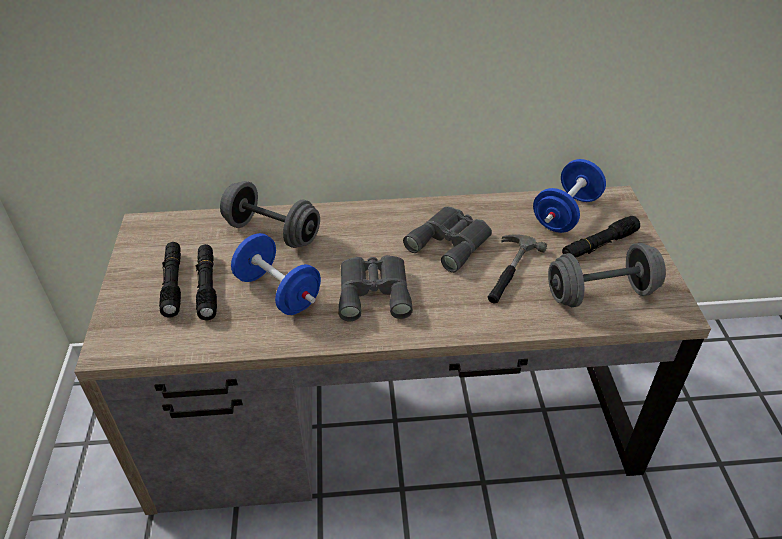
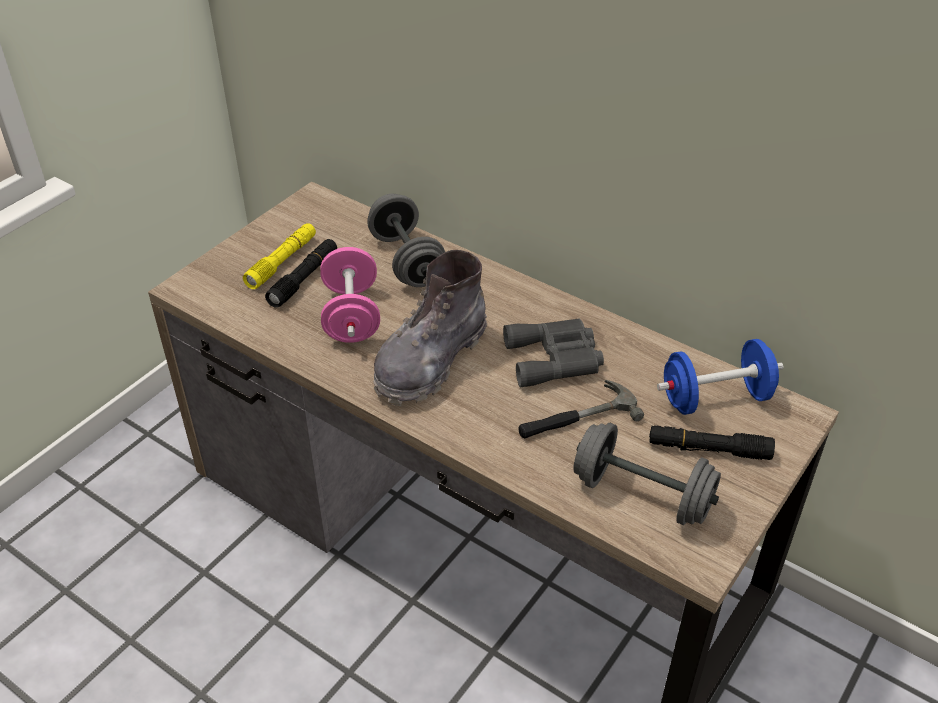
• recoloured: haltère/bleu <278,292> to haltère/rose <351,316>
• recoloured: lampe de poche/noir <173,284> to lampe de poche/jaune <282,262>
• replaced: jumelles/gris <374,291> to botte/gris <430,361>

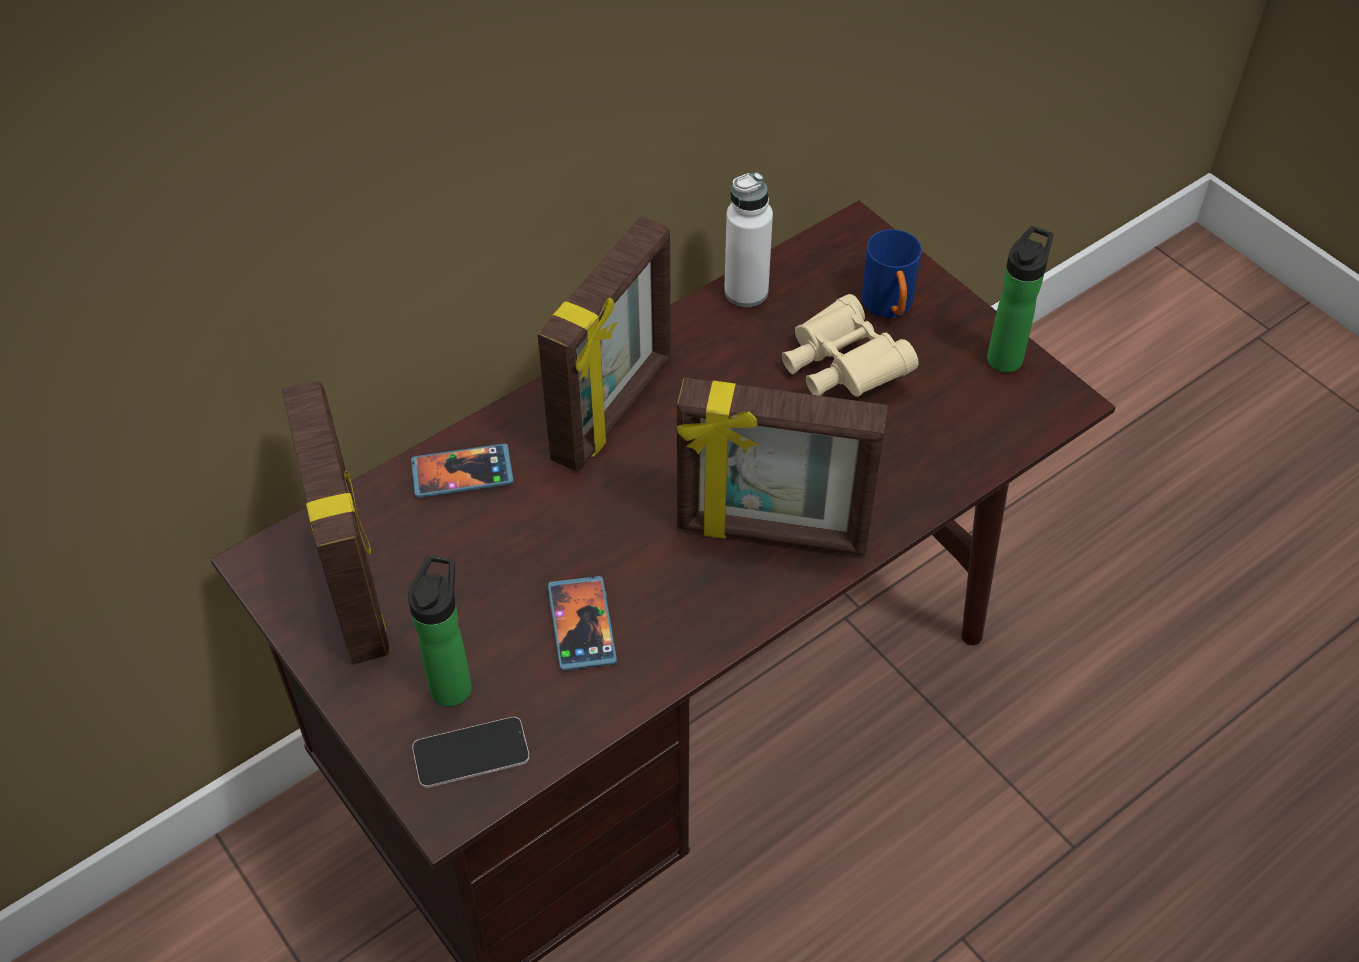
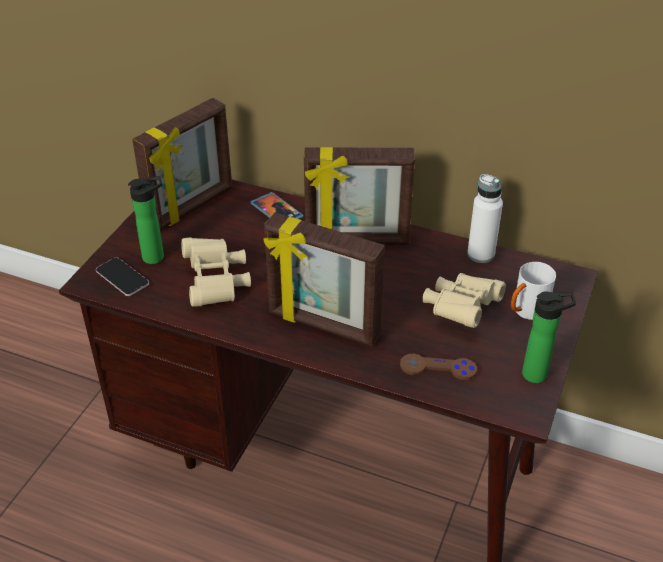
• recoloured: mug/bleu <889,308> to mug/blanc <525,312>
• turned: cadre photo <772,533> = <323,325> 45 degrees counterclockwise
• replaced: téléphone <582,625> to jumelles/beige <216,282>
• added: manette/marron <438,368>

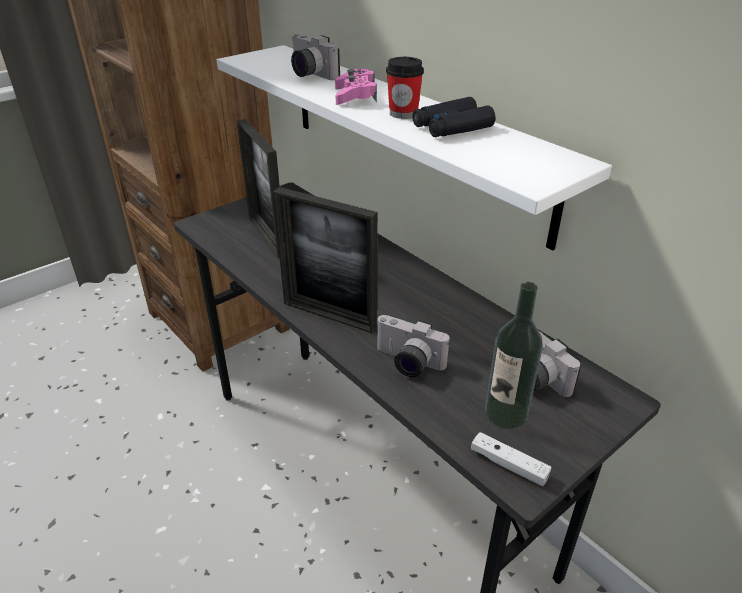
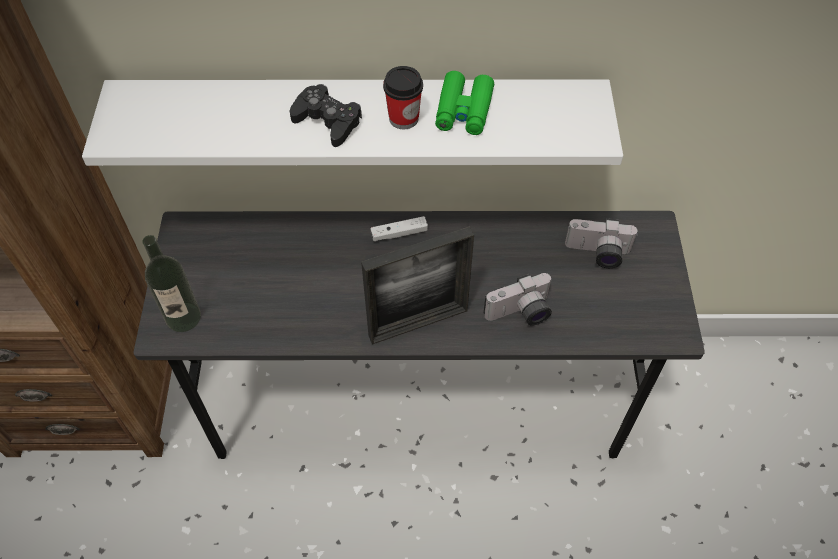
• removed: appareil photo <308,74>
• recoloured: manette/rose <355,96> to manette/noir <327,121>
• recoloured: jumelles/noir <451,127> to jumelles/vert <463,111>
• removed: cadre photo <266,236>
• moved: bouteille <506,413> to <183,317>
• moved: manette/blanc <508,465> to <399,233>

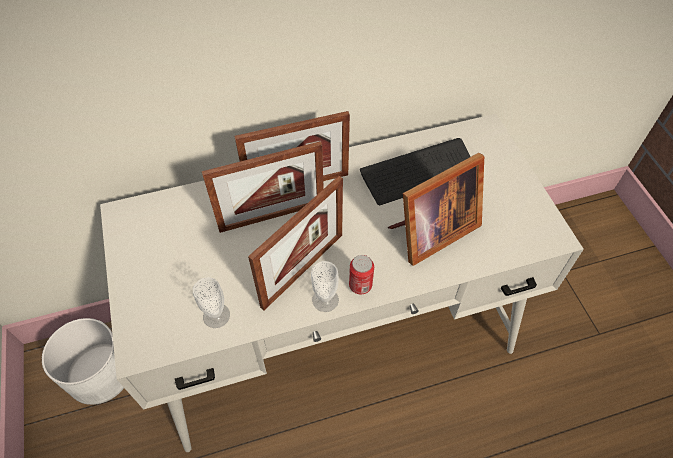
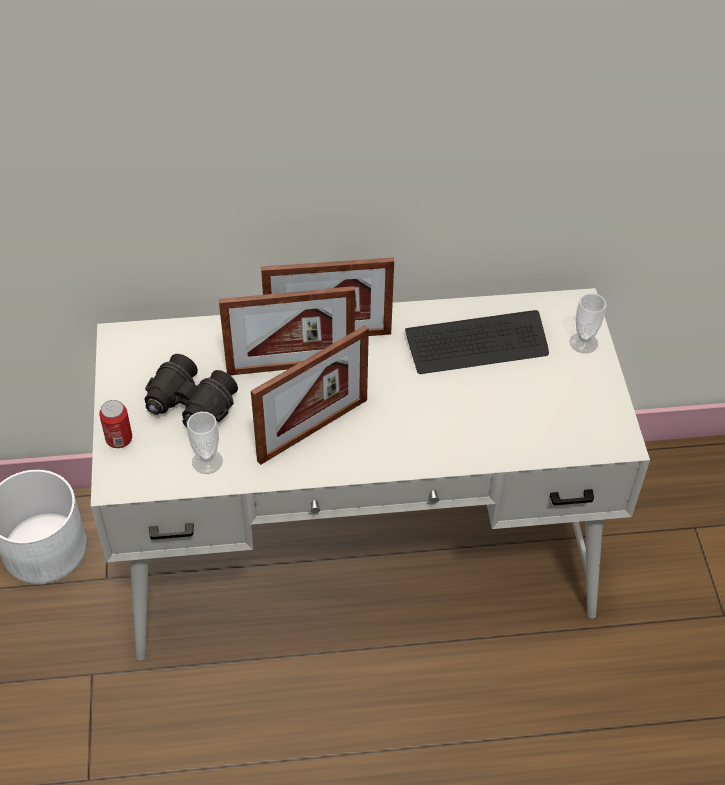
• removed: cadre photo <430,232>
• moved: boîte métallique <360,285> to <119,439>
• moved: tasse <325,300> to <583,343>
• added: jumelles/noir <190,405>

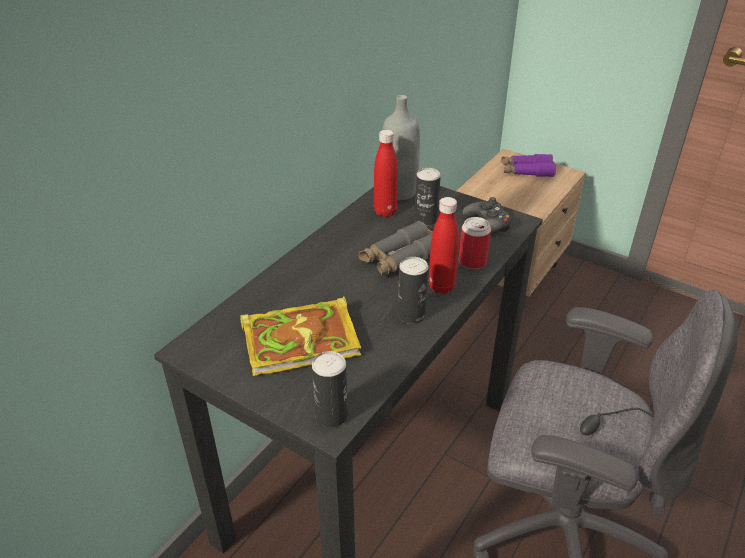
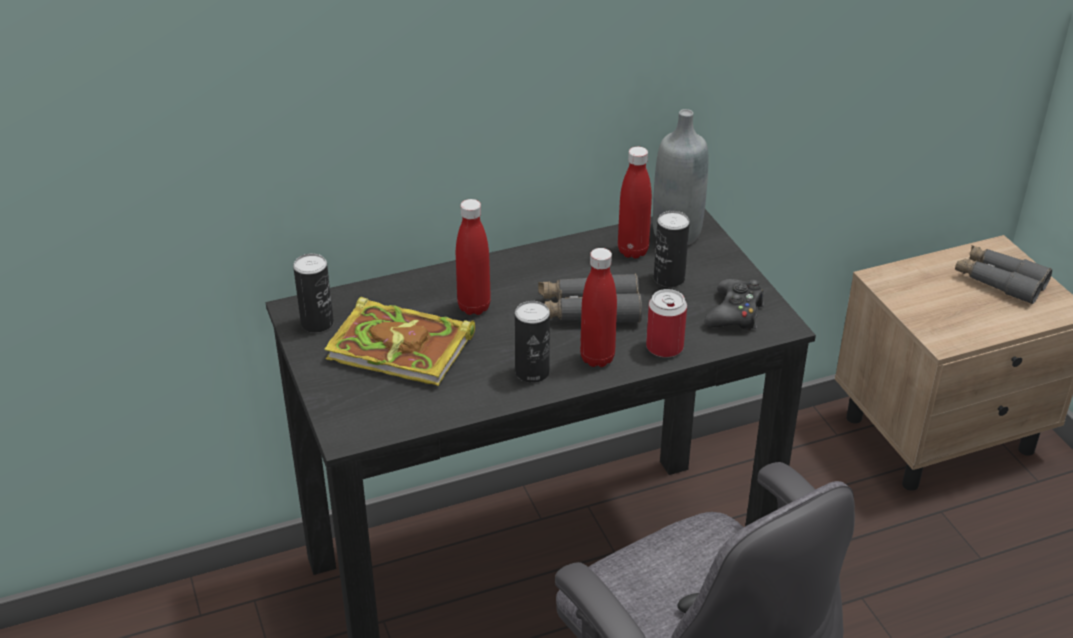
• recoloured: jumelles/violet <526,171> to jumelles/gris <999,281>
• moved: boîte métallique <331,415> to <317,323>
• added: bouteille/rouge <474,307>

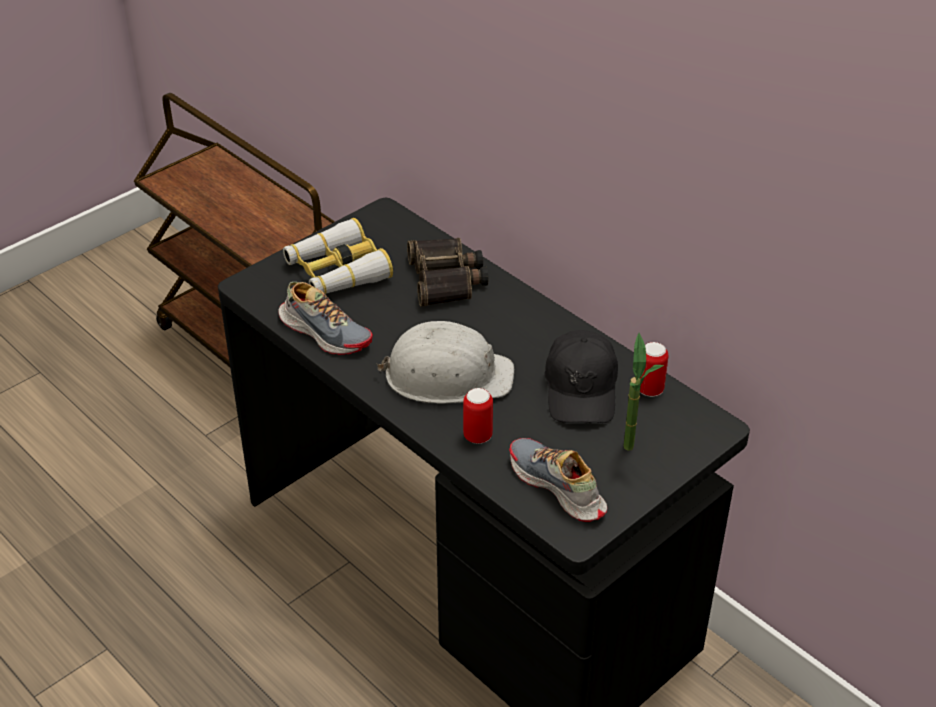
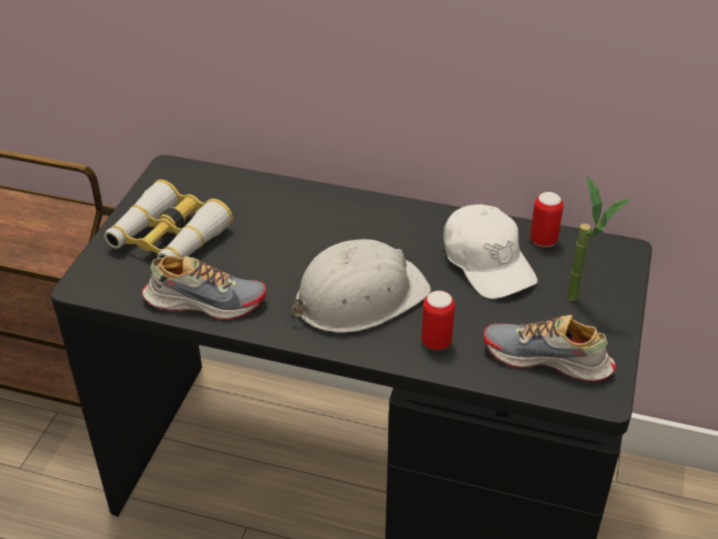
• removed: jumelles <447,279>
• recoloured: casquette/noir <581,389> to casquette/blanc <487,262>

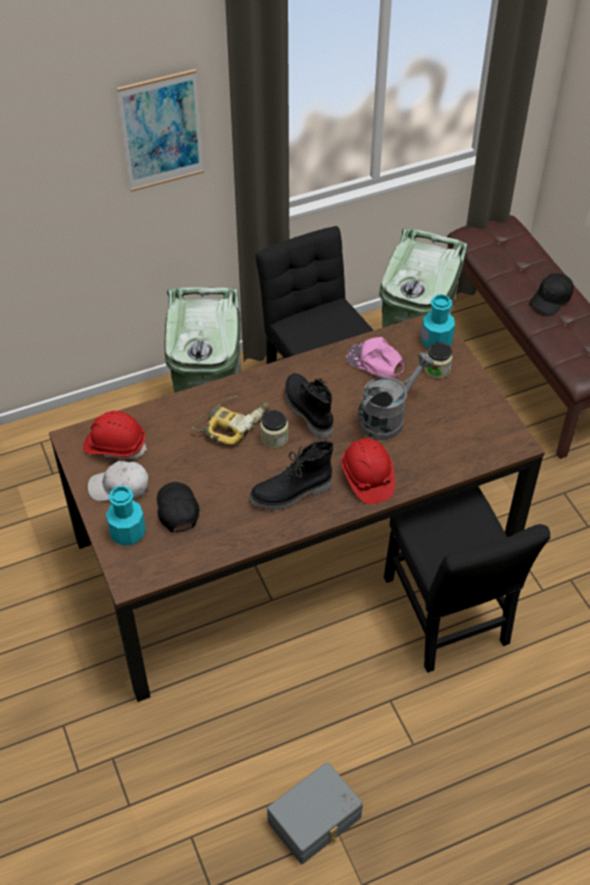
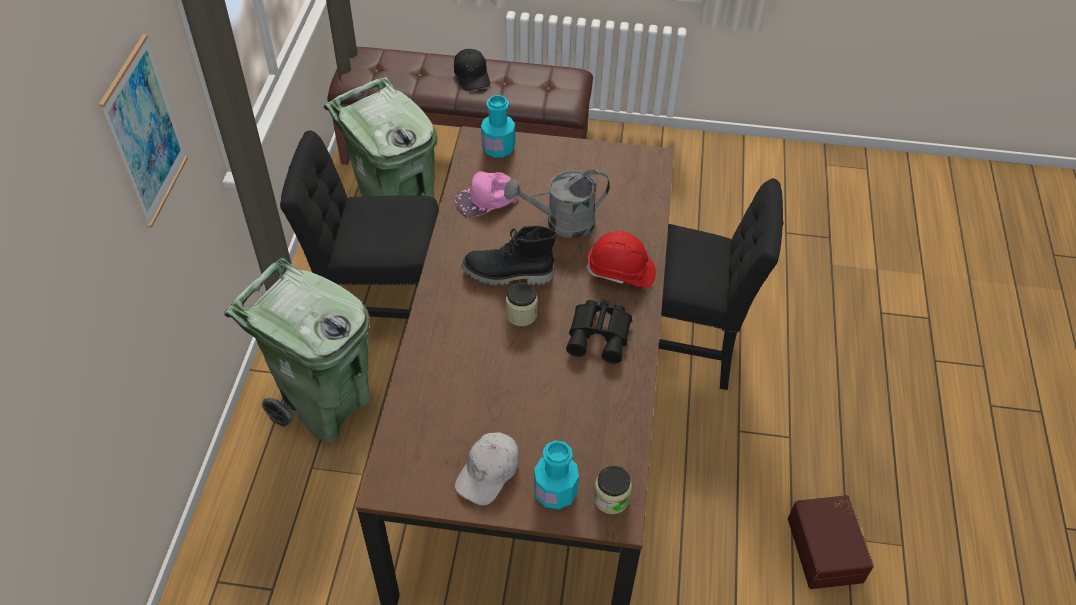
• moved: bocal <437,369> to <611,498>
• turned: arrosoir/gris <388,418> = <561,223> 90 degrees counterclockwise
• removed: perceuse <232,423>
• removed: casque de chantier/rouge <115,445>
• replaced: botte/noir <291,494> to jumelles/noir <600,335>
• removed: casquette/noir <177,510>
• recoloured: boîte de rangement/gris <316,821> to boîte de rangement/marron <827,549>

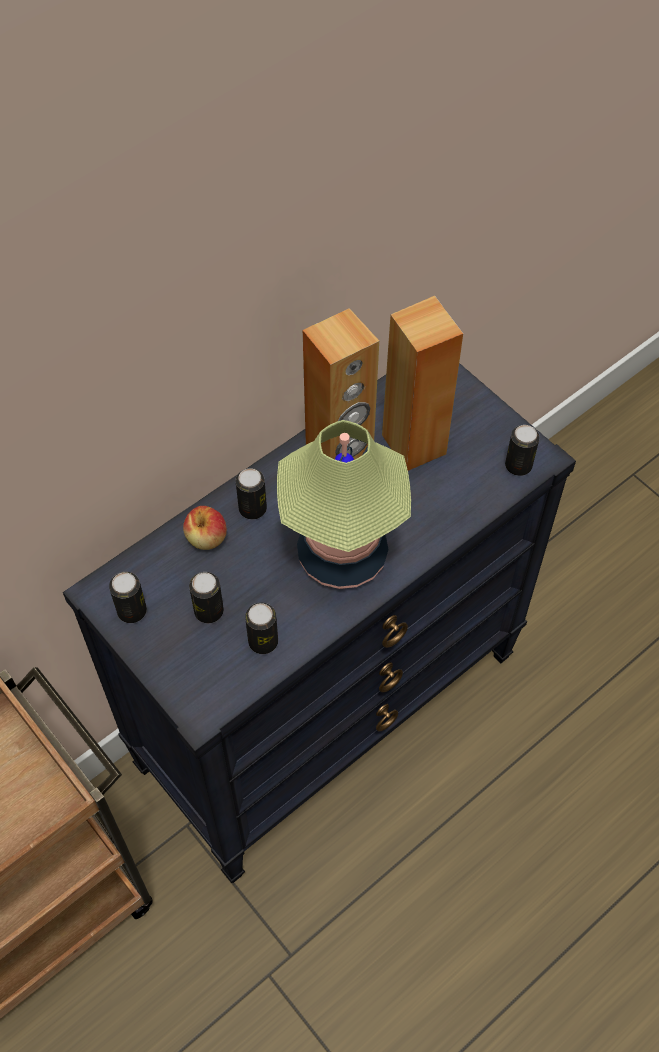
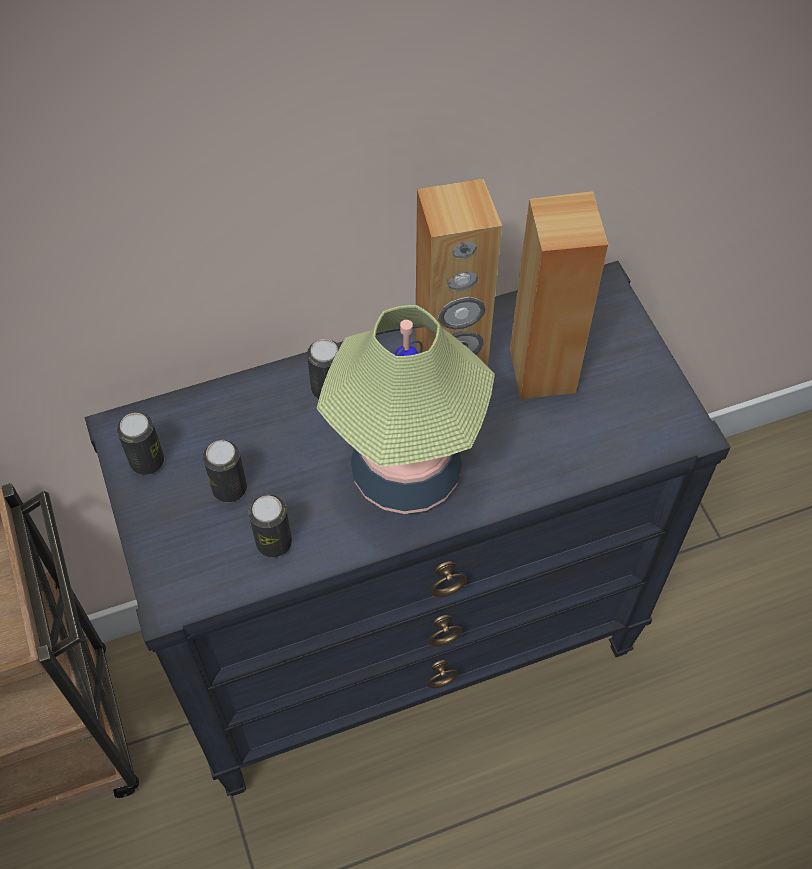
• removed: boîte métallique <518,465>
• removed: pomme <206,538>

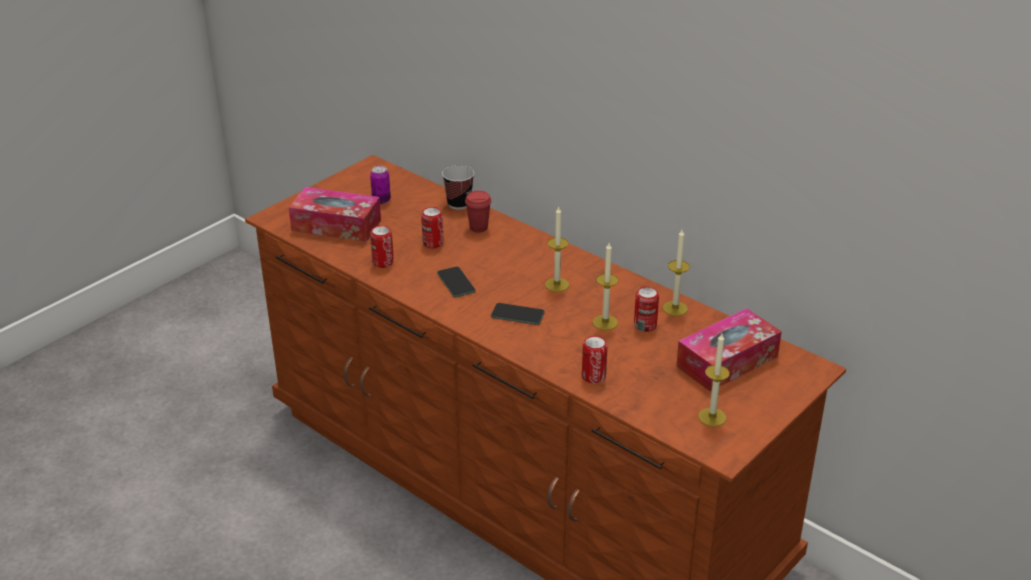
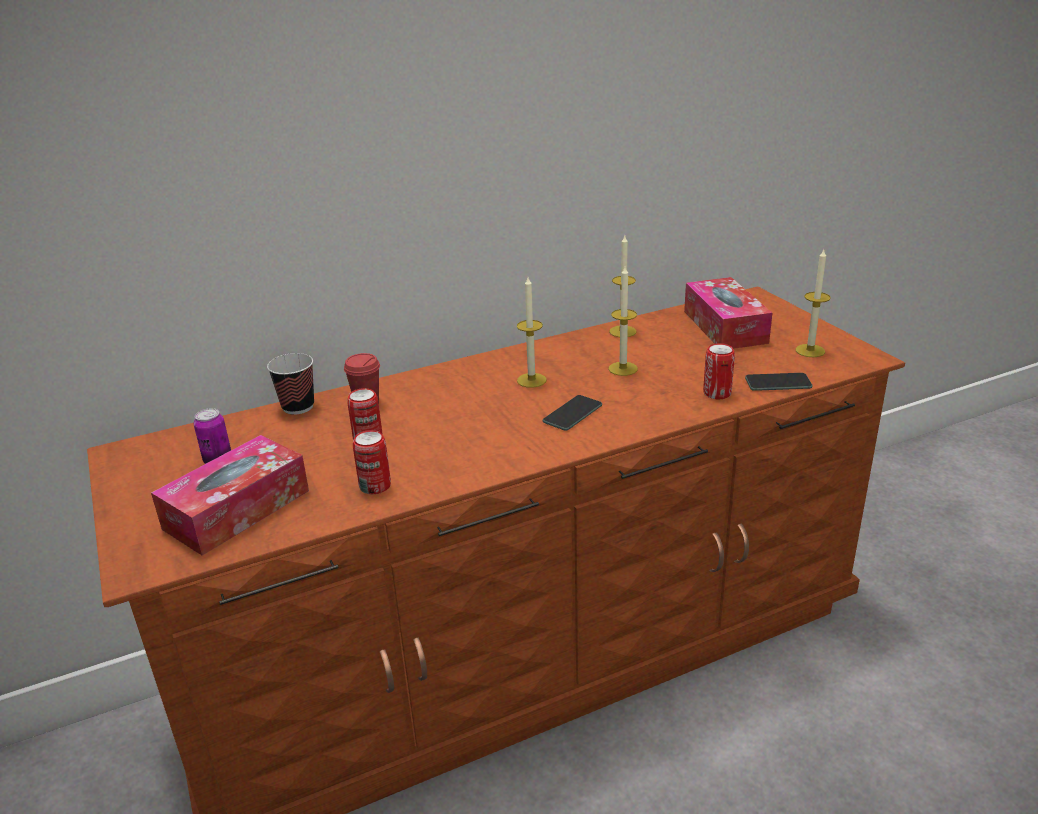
• moved: téléphone <456,282> to <778,383>
• removed: boîte métallique <645,325>

